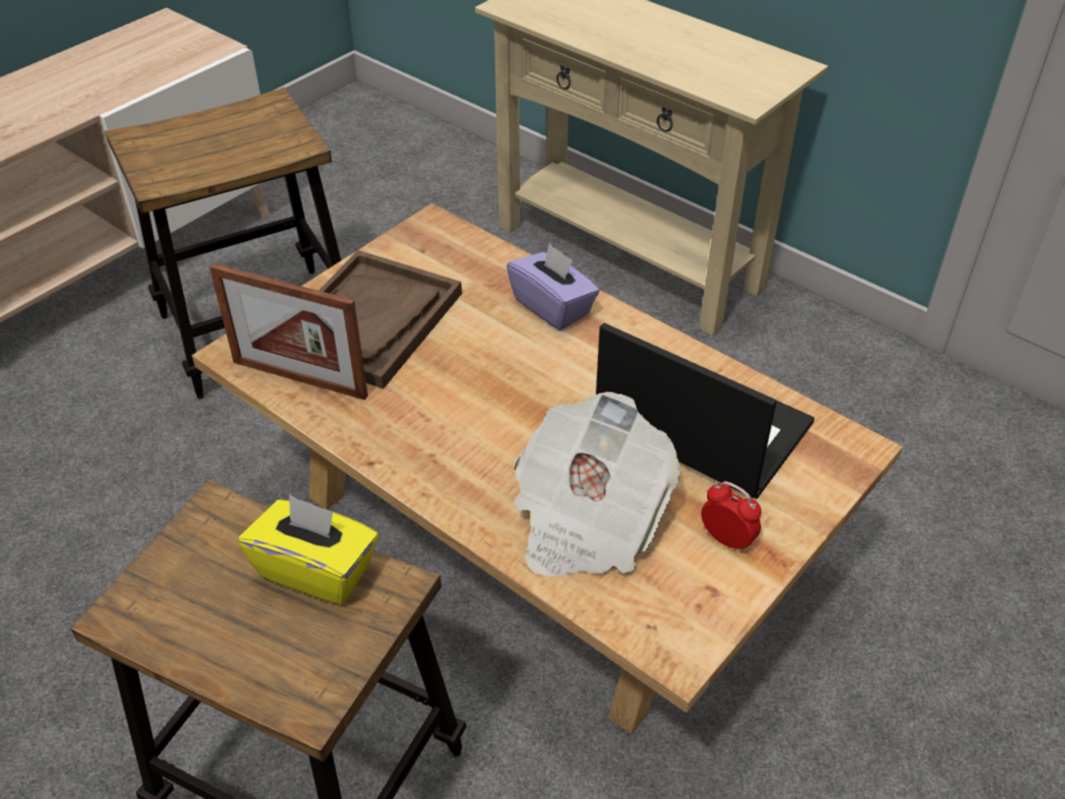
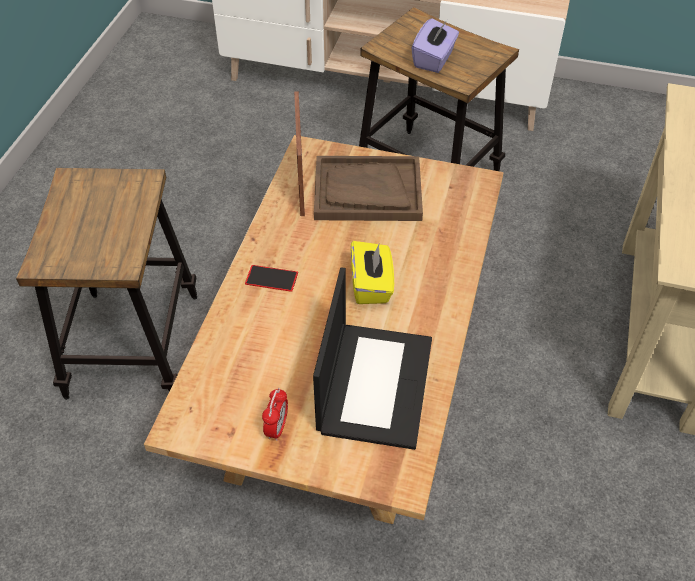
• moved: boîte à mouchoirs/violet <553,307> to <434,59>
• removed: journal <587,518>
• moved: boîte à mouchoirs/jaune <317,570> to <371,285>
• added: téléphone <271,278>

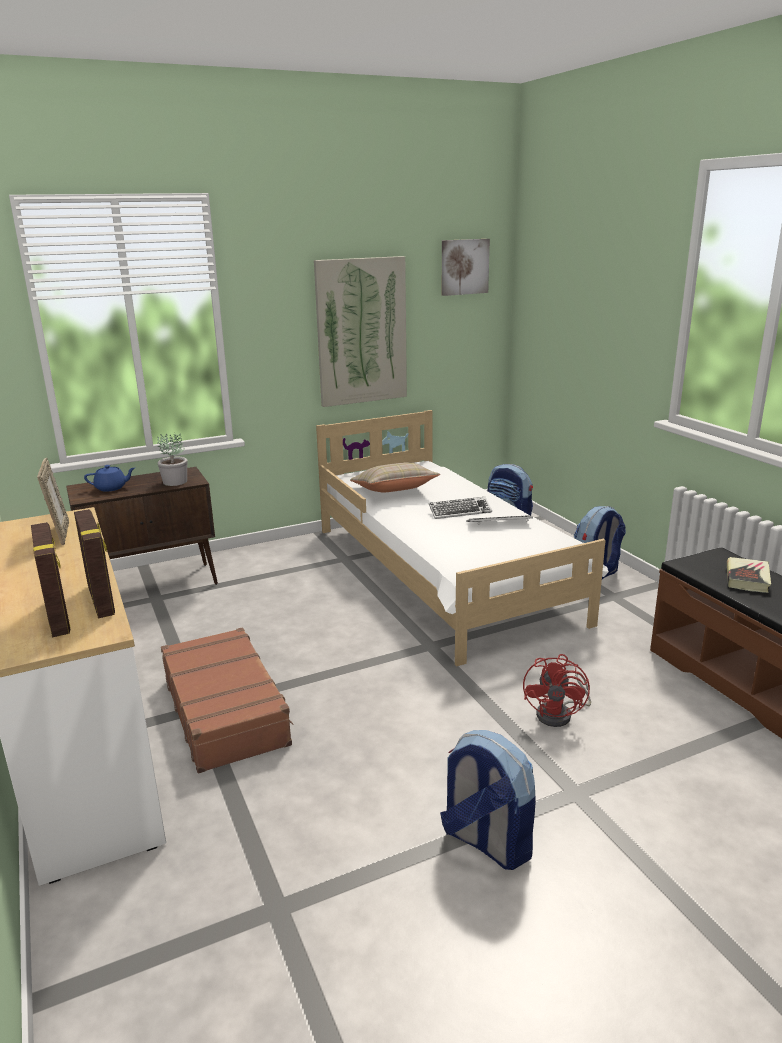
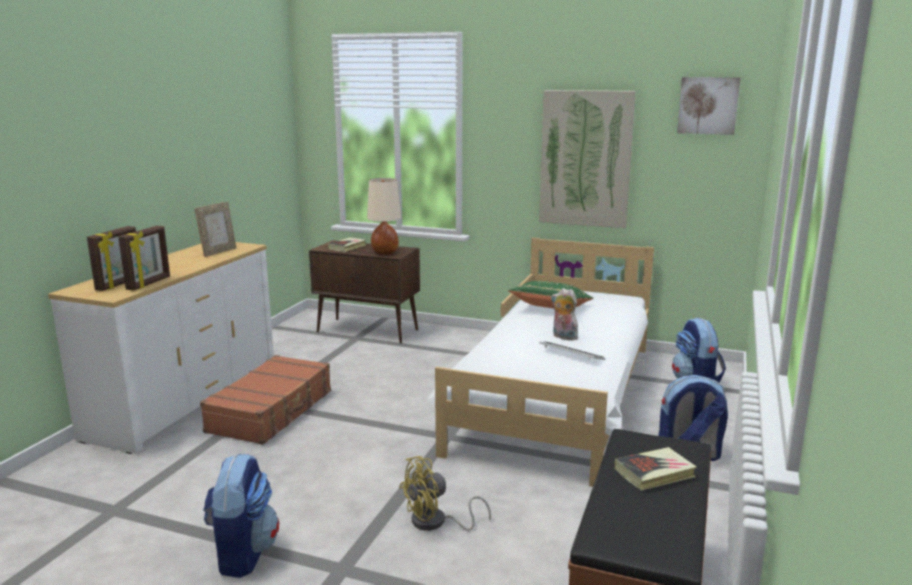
• replaced: plante en pot <175,482> to lampe de table/beige <385,253>
• recoloured: coussin/beige <394,491> to coussin/vert <550,308>
• replaced: théière/bleu <111,488> to livre <347,247>
• replaced: clavier <460,511> to peluche <563,337>
• recoloured: ventilateur/rouge <560,714> to ventilateur/jaune <436,523>

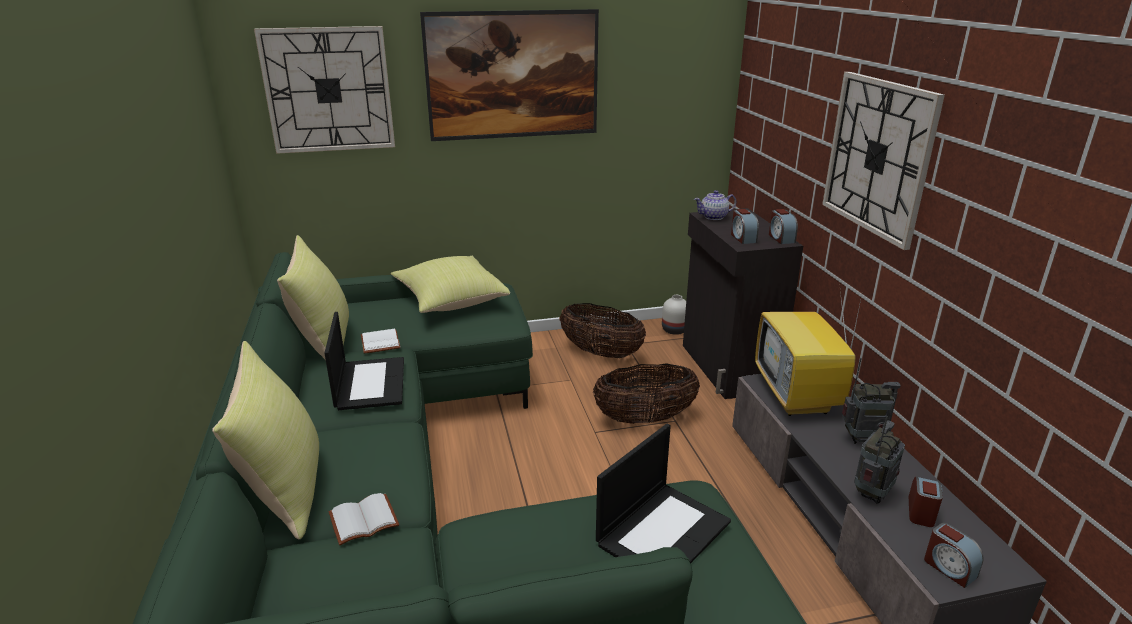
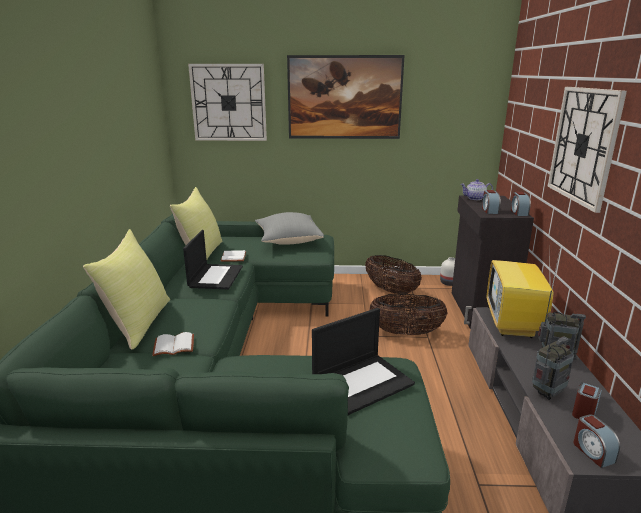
• recoloured: coussin/jaune <450,301> to coussin/gris <288,241>

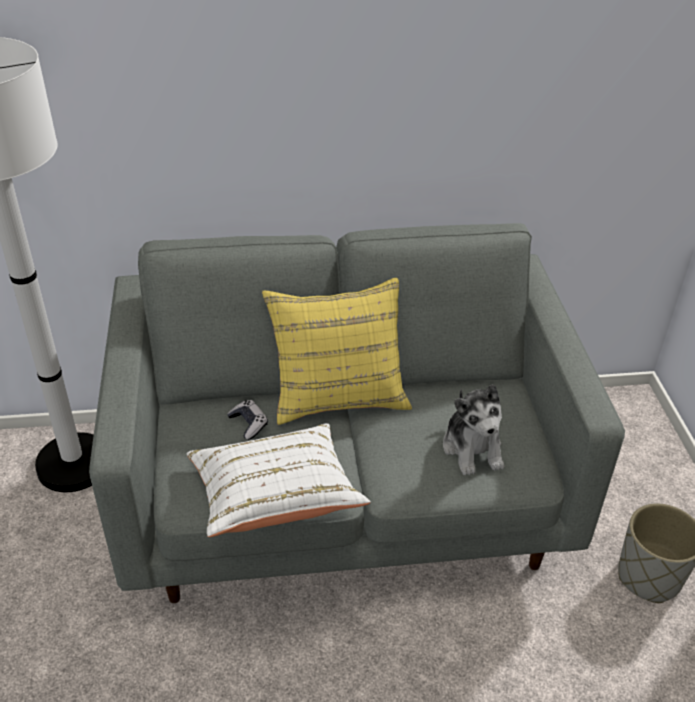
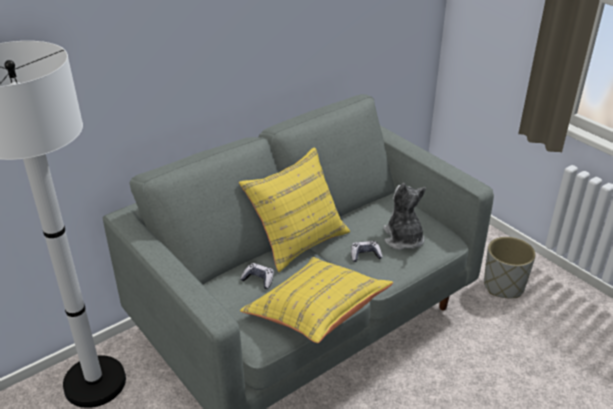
• turned: peluche <473,448> = <403,239> 150 degrees counterclockwise
• recoloured: coussin/blanc <275,498> to coussin/jaune <316,314>
• added: manette <365,255>

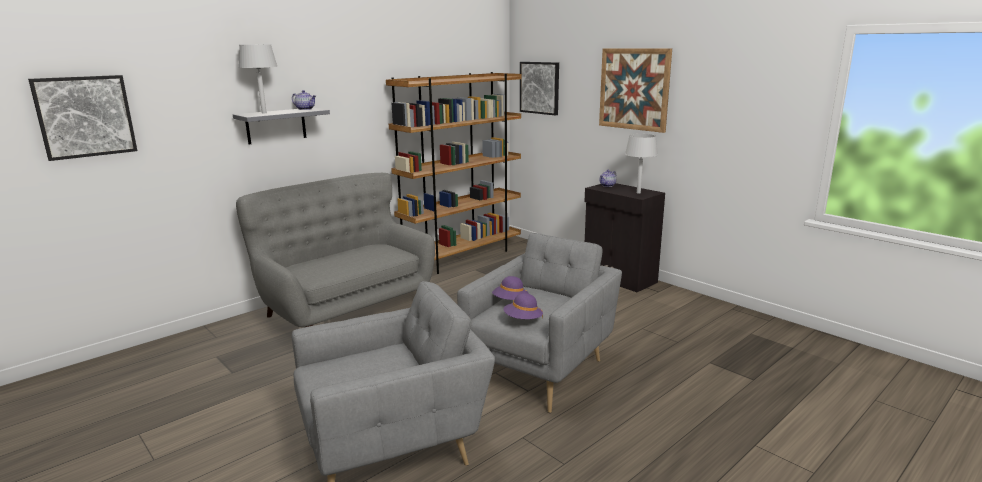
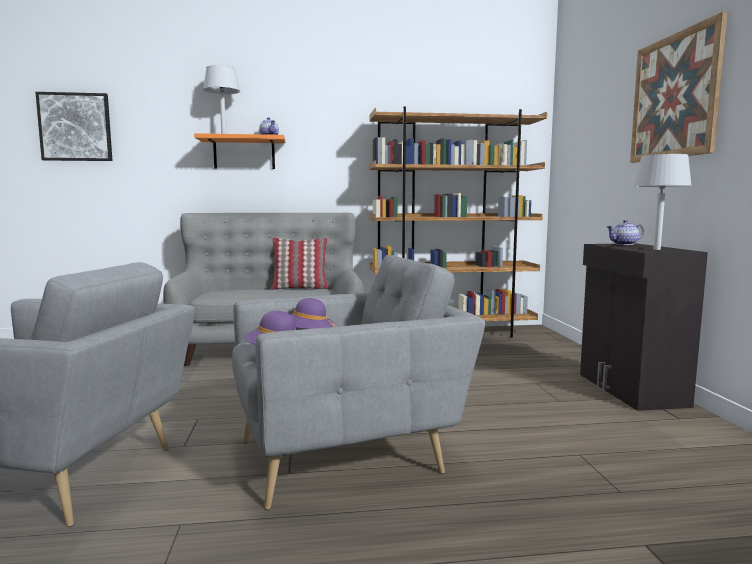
• removed: tableau <539,88>
• recoloured: étagère/gris <276,125> to étagère/orange <244,153>
• added: coussin <300,288>

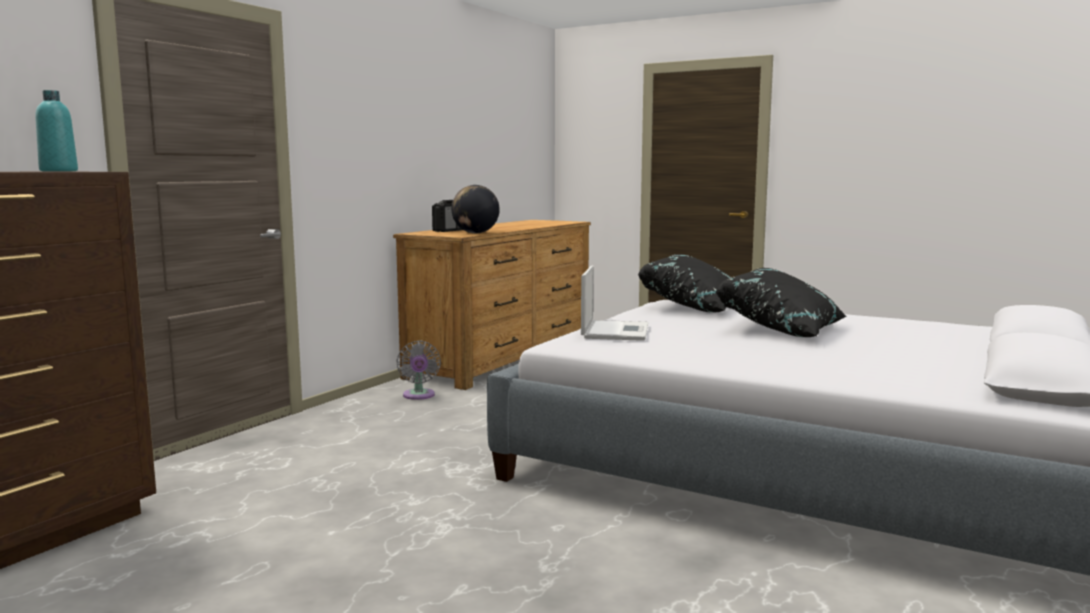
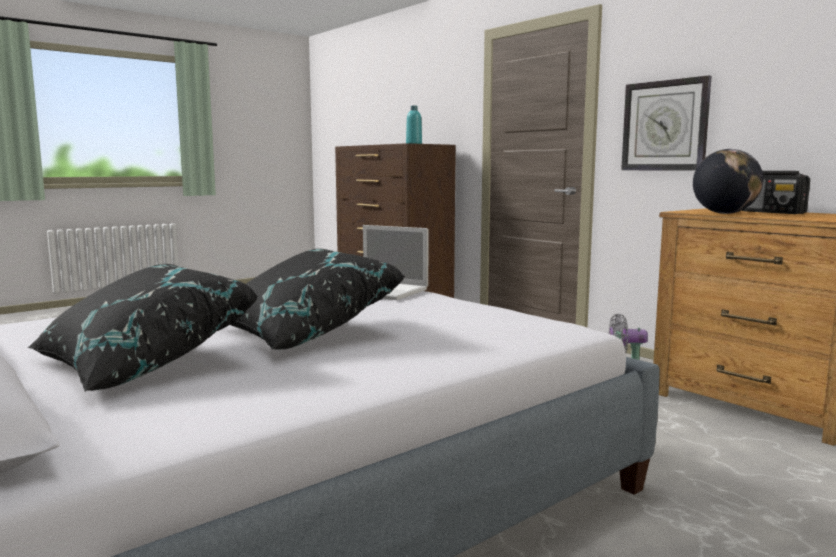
• moved: coussin/noir <694,306> to <141,364>
• added: horloge murale <665,126>

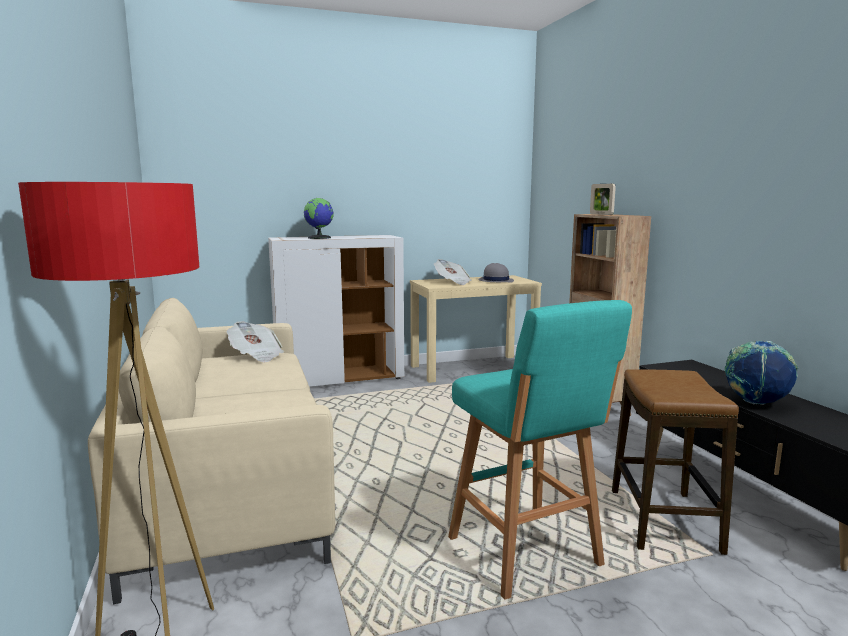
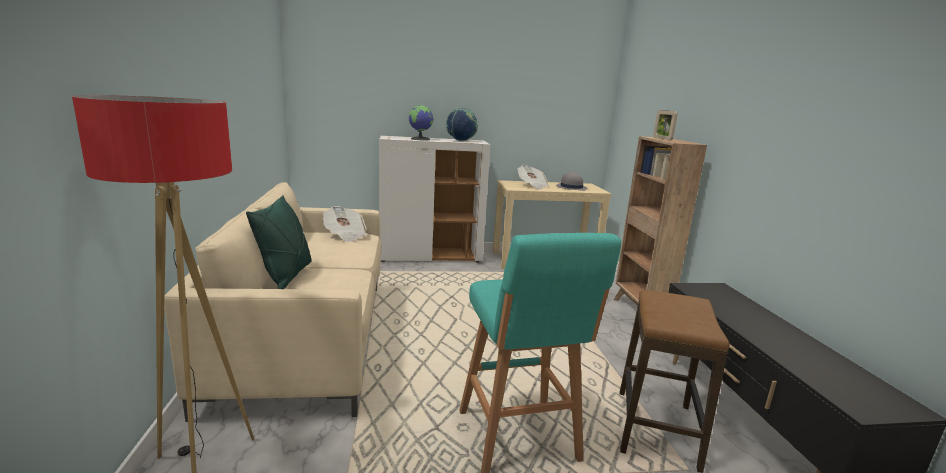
• moved: globe <755,403> to <461,141>
• added: coussin/vert <286,276>

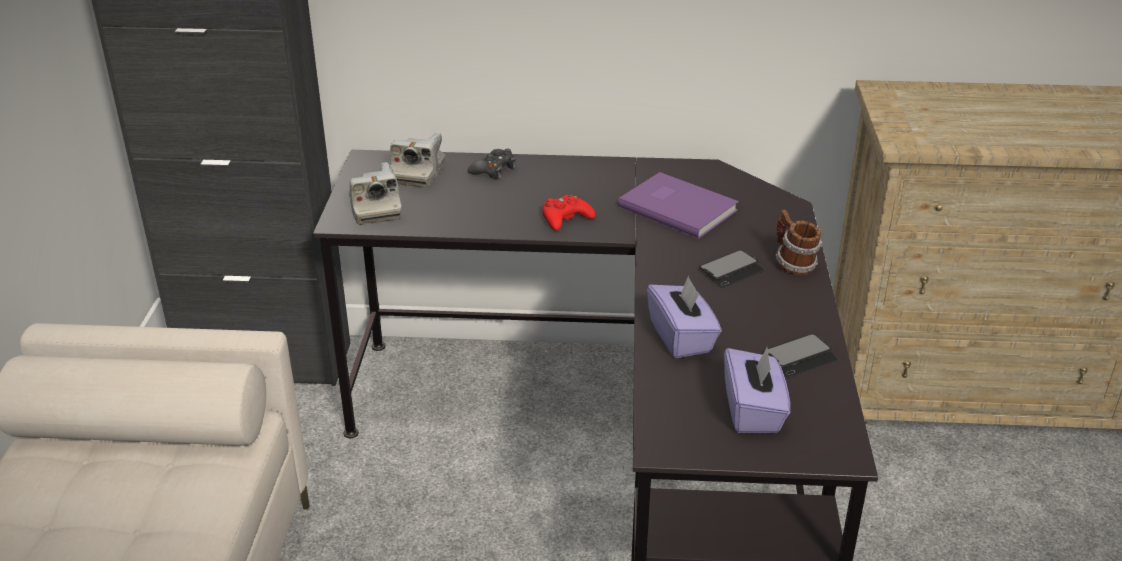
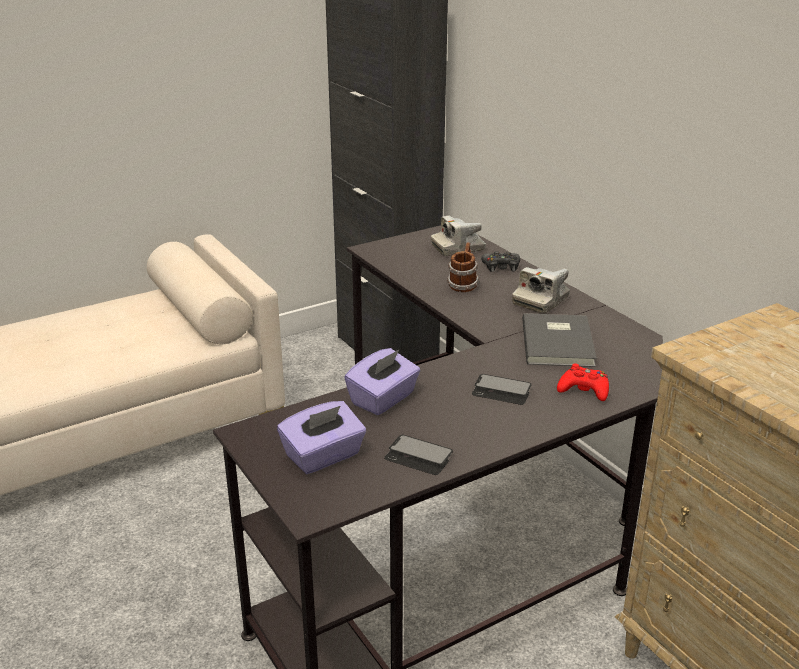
• moved: appareil photo <375,209> to <540,301>
• recoloured: livre/violet <678,207> to livre/gris <559,342>
• moved: manette/rouge <565,219> to <584,390>
• moved: mug <793,265> to <462,285>

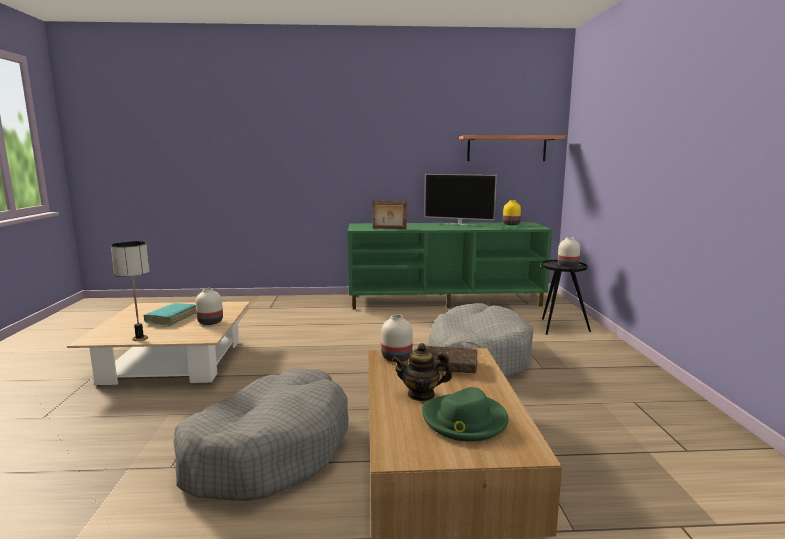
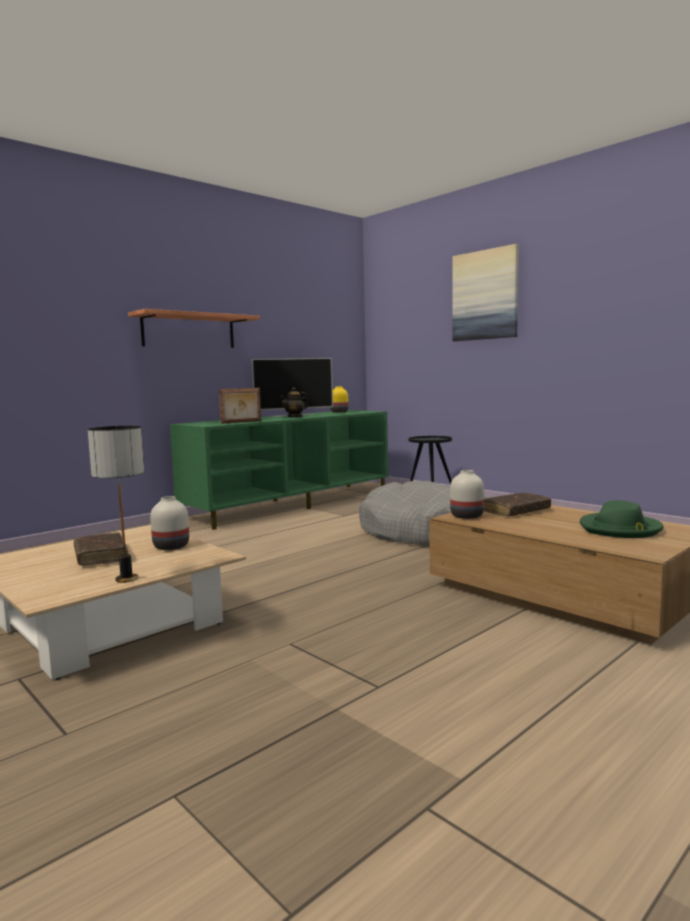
• moved: étagère <506,148> to <189,331>
• removed: vase/blanc <567,265>
• recoloured: livre/turquoise <171,319> to livre/marron <101,557>
• moved: théière <421,394> to <295,417>
• removed: panier pour chien/gris <268,450>
• added: tableau <485,295>

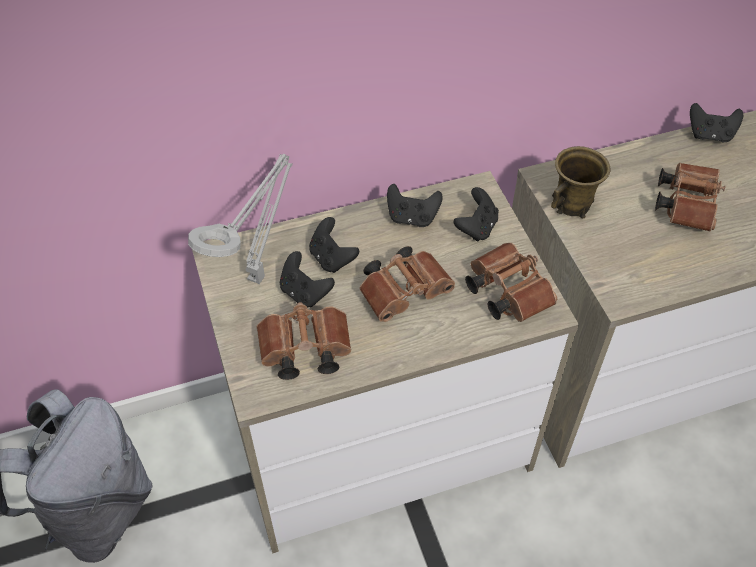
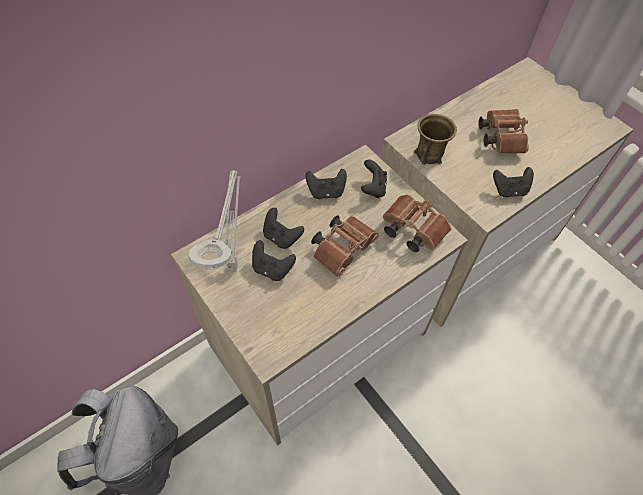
• moved: manette/noir <710,135> to <509,190>
• removed: jumelles/marron <302,352>

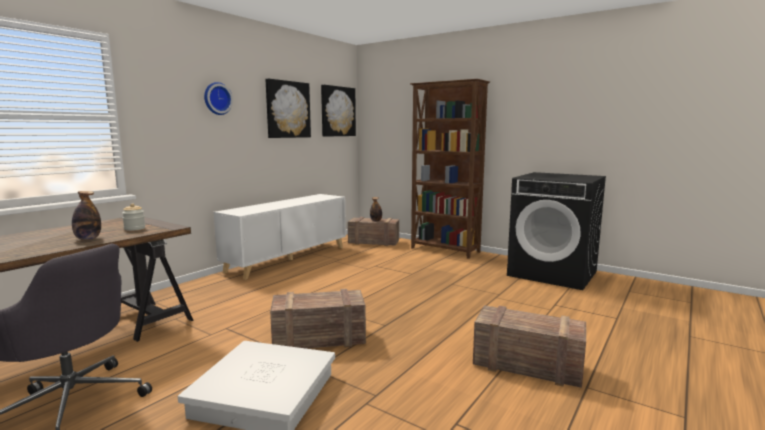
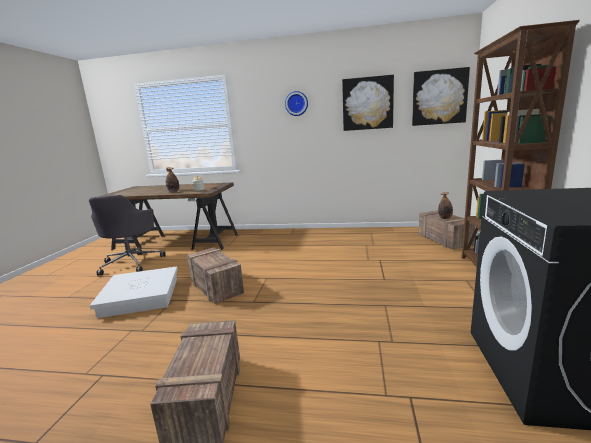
• removed: meuble de rangement/blanc <288,258>

